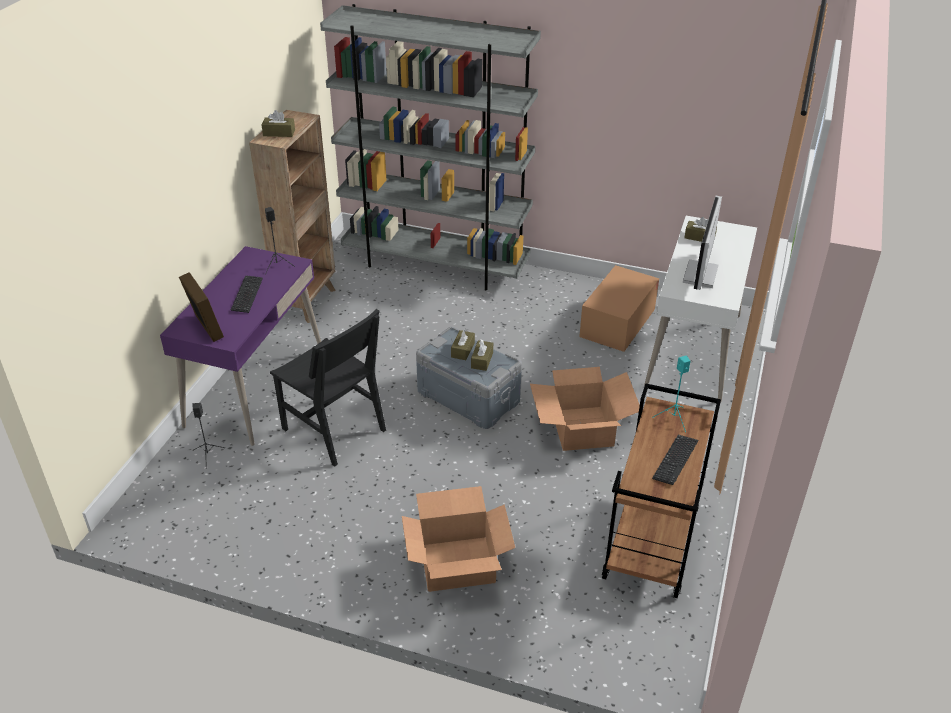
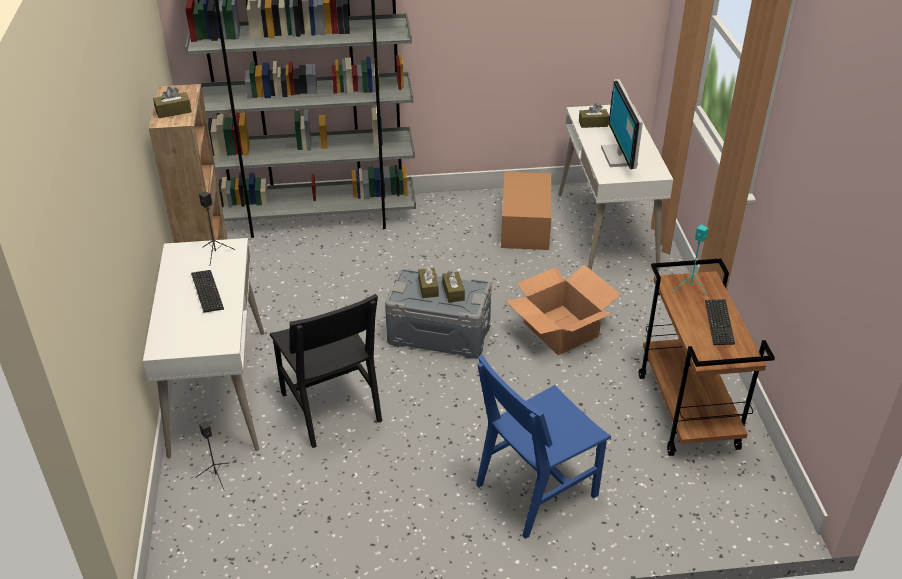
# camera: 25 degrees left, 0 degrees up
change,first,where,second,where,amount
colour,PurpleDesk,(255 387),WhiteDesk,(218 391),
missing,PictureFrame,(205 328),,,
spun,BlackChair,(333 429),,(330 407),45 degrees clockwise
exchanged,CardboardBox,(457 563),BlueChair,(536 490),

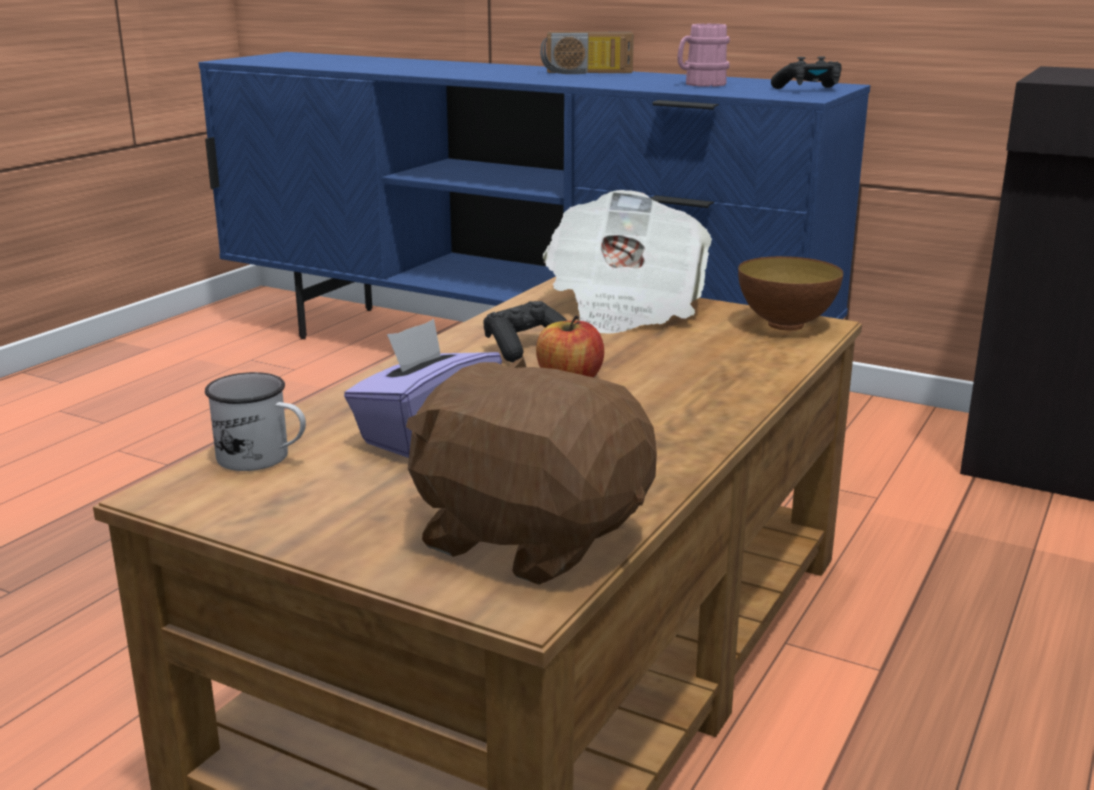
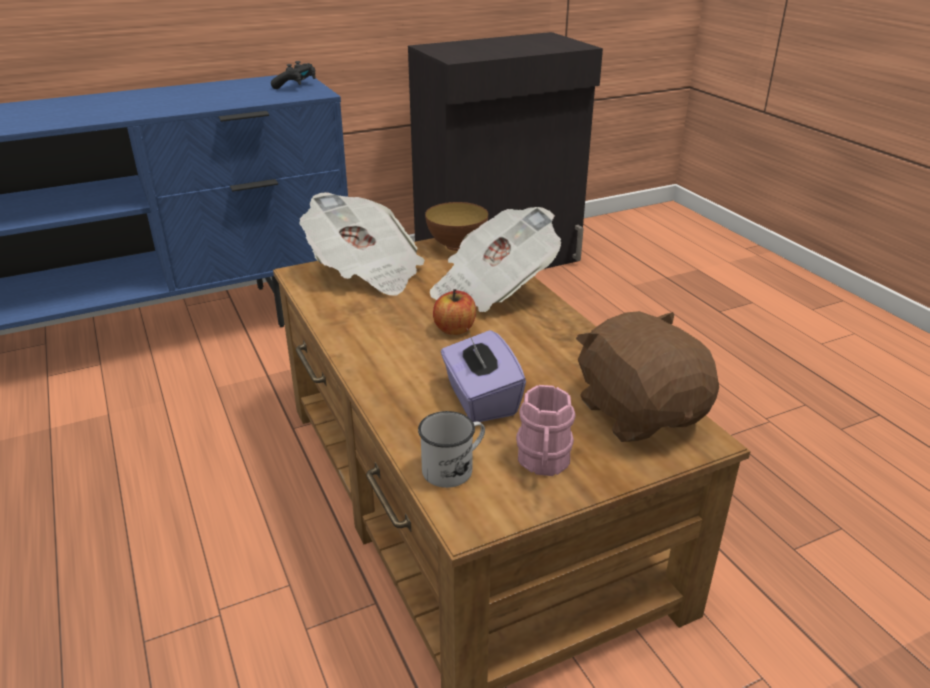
# camera: 55 degrees left, 10 degrees up
change,first,where,second,where,amount
spun,BrownPlushToy,(529 536),,(640 412),90 degrees clockwise
missing,BlackGameController,(526 347),,,
missing,Radio,(586 73),,,
relocated,PinkMug,(700 84),,(543 463),
appeared,,,Newspaper,(492 289),

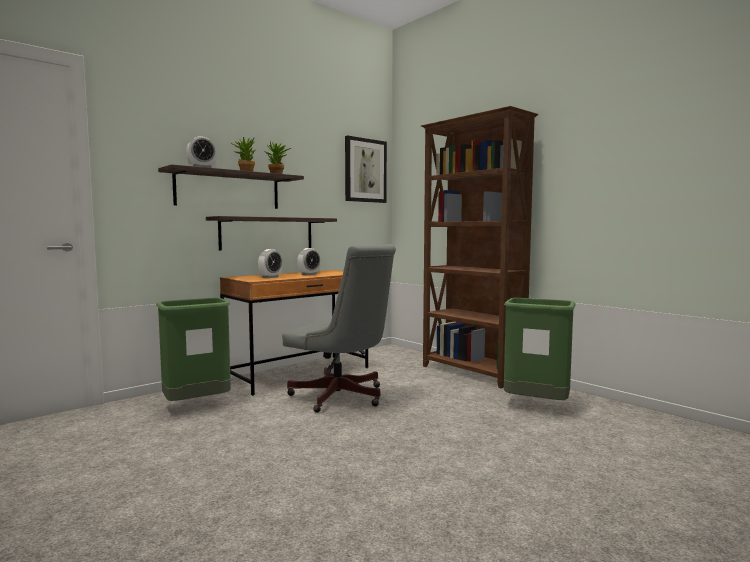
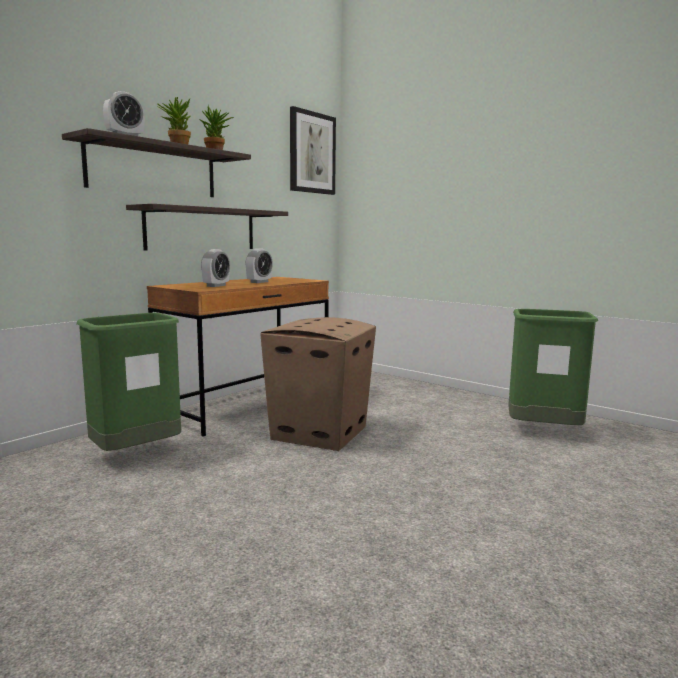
# camera: 10 degrees left, 5 degrees up
change,first,where,second,where,amount
exchanged,GreyOfficeChair,(343 398),CardboardBox,(318 433),
missing,BrownBookcase,(472 373),,,

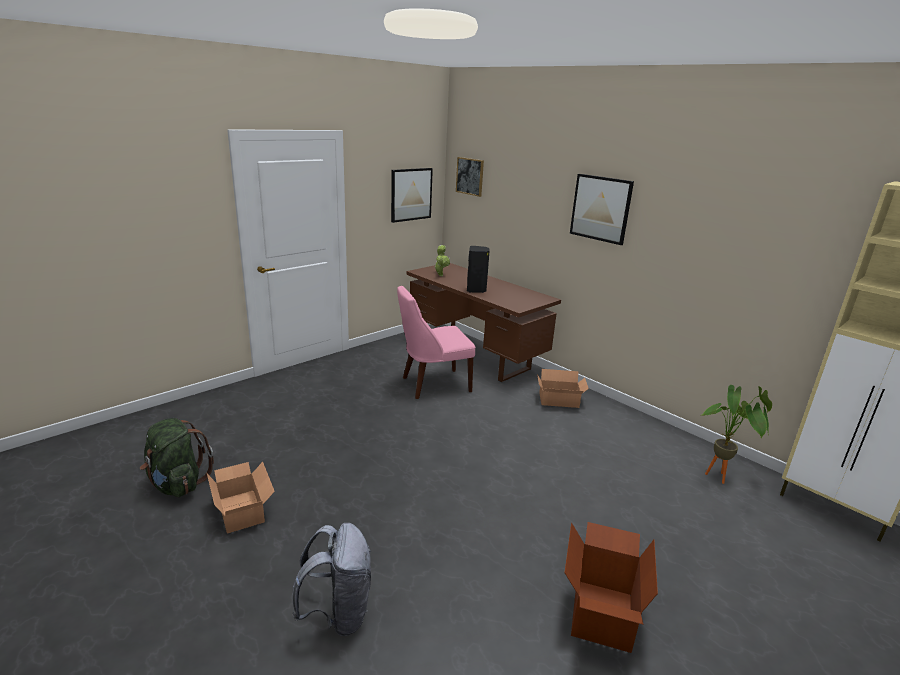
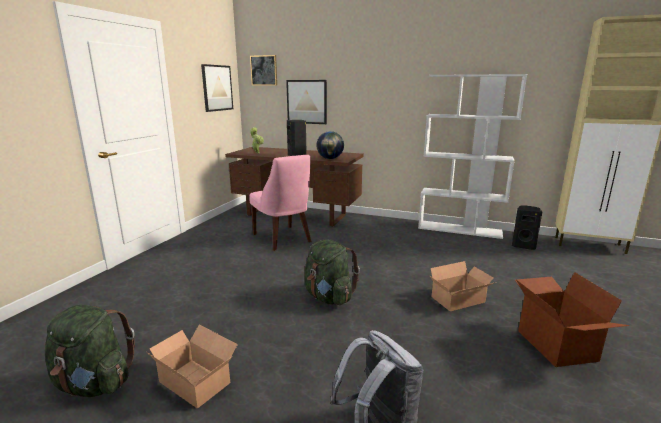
# camera: 25 degrees left, 5 degrees down
change,first,where,second,where,amount
spun,PinkChair,(433 384),,(283 239),75 degrees counterclockwise
relocated,CardboardBox,(560 401),,(460 300),
relocated,Picture,(600 208),,(307 102),
exchanged,PottedPlant,(722 479),BlackSpeaker,(523 246),
appeared,,,GreenBackpack,(329 297),
appeared,,,Globe,(330 159),
appeared,,,WhiteBookcase,(460 229),

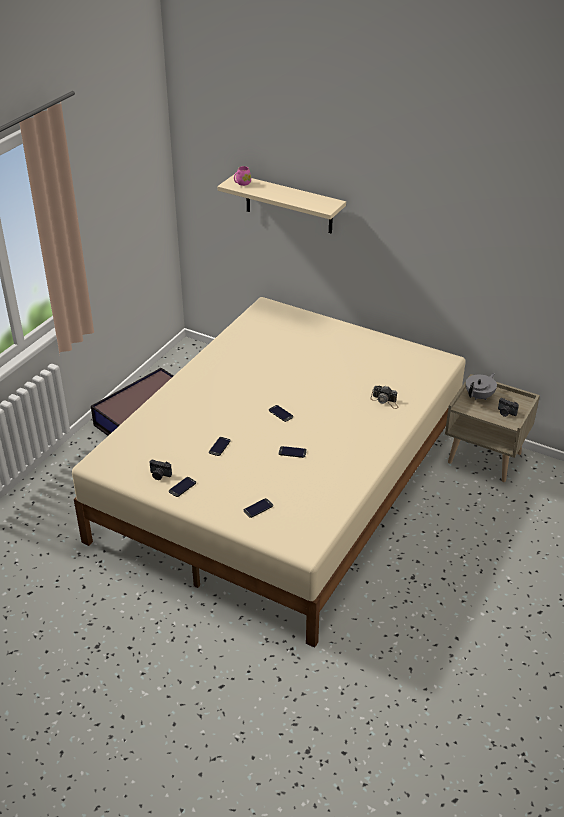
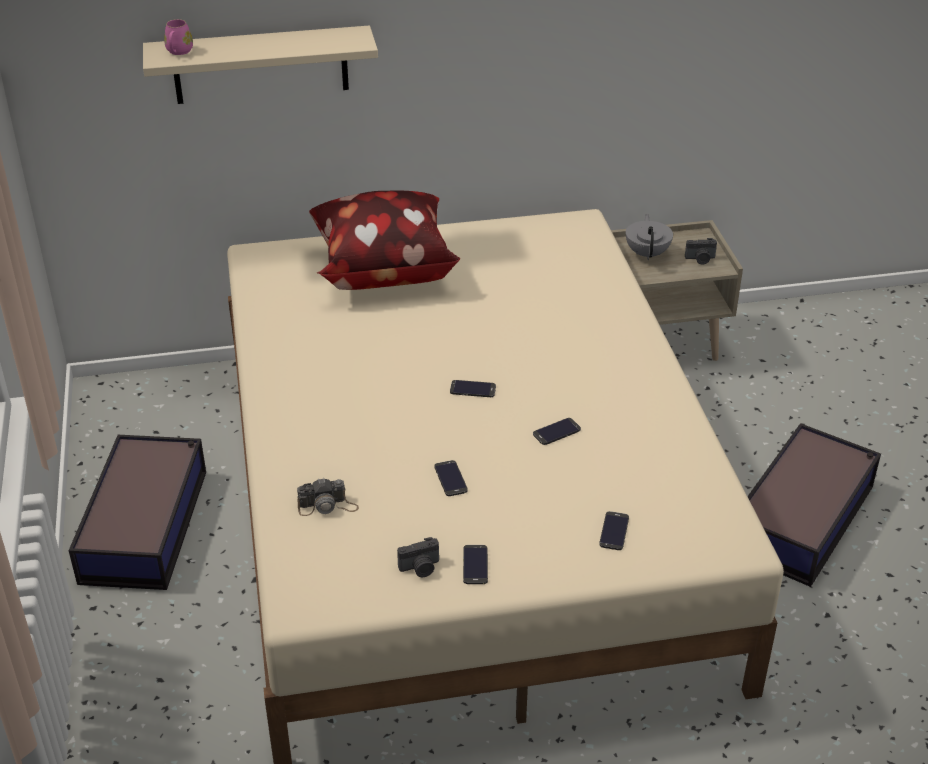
# camera: 40 degrees left, 0 degrees up
change,first,where,second,where,amount
relocated,PhotoCamera,(385 401),,(327 506),
appeared,,,Pillow,(382 269),
appeared,,,StorageBox,(803 517),

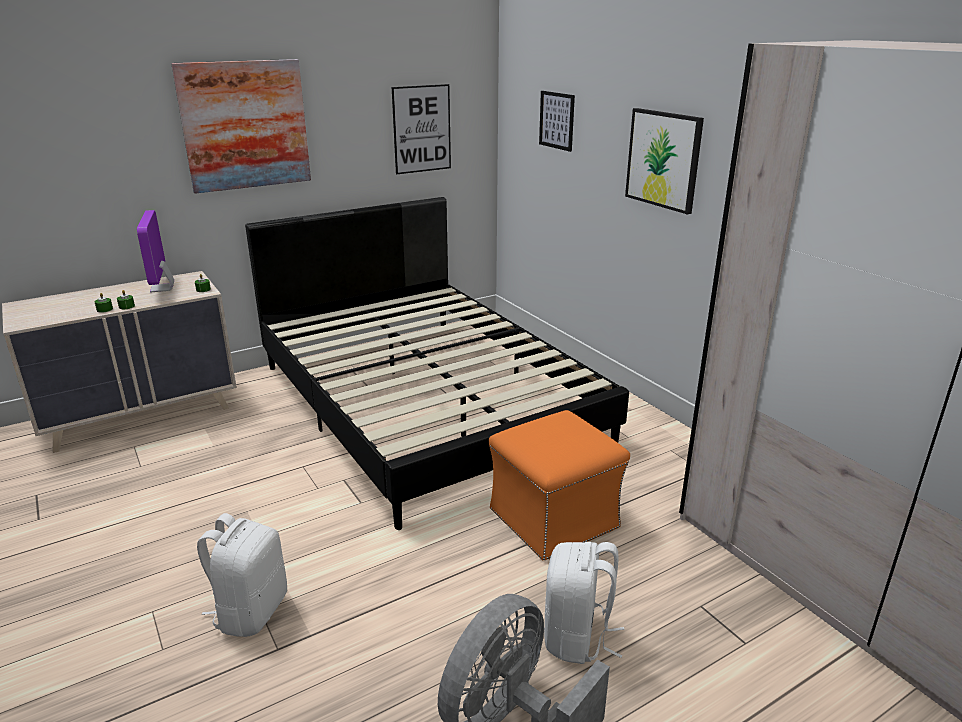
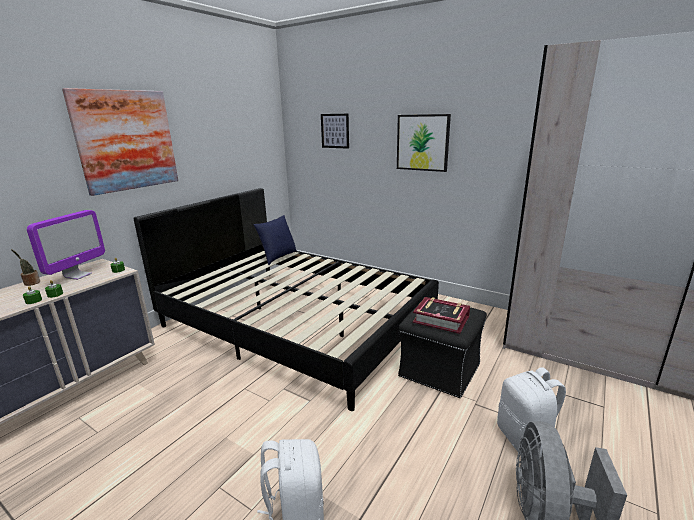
# camera: 25 degrees left, 5 degrees down
change,first,where,second,where,amount
spun,Monitor,(162 288),,(78 275),120 degrees counterclockwise
missing,Picture,(422 129),,,
colour,OrangeOttoman,(555 518),BlackOttoman,(440 369),
appeared,,,PottedPlant,(31 283),
appeared,,,BluePillow,(278 257),
appeared,,,Book,(441 319),

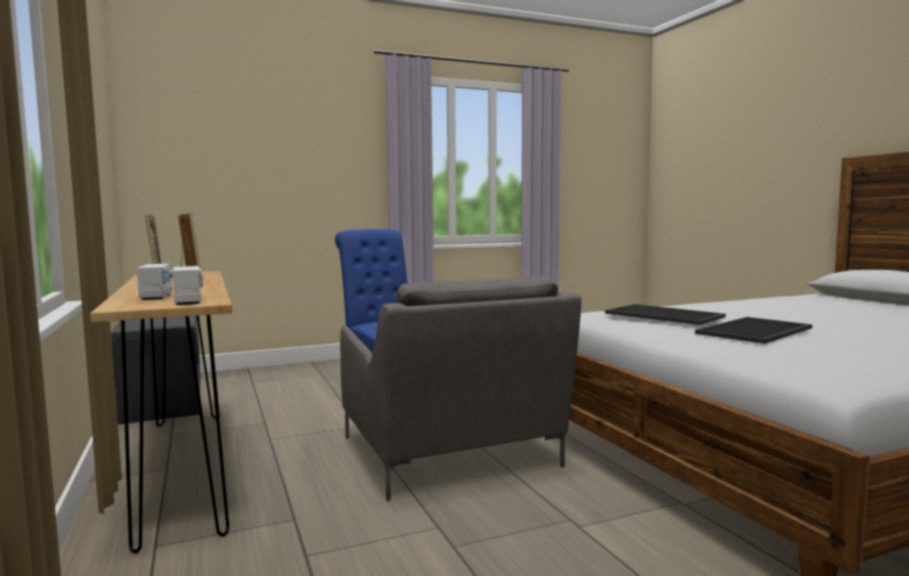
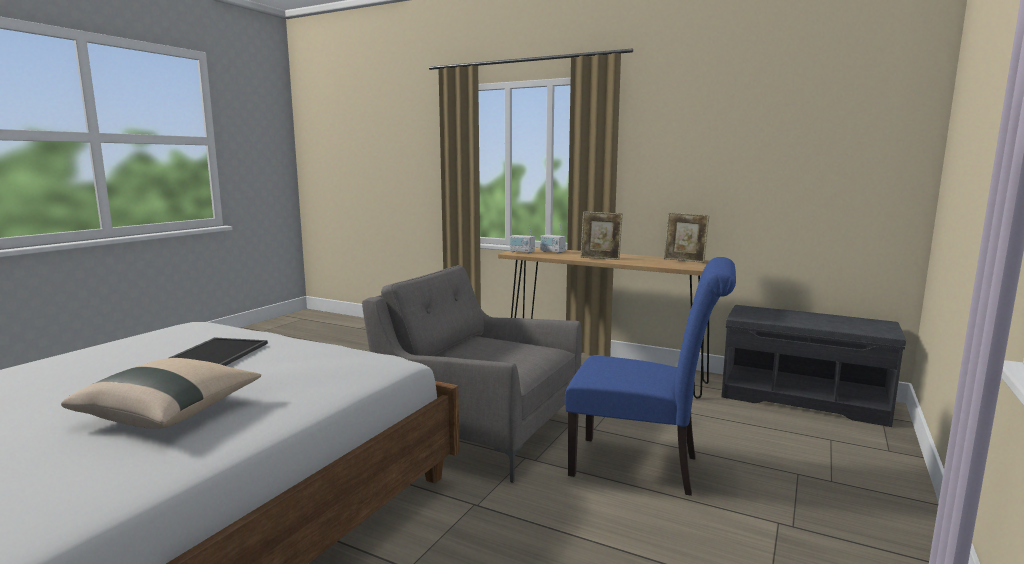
# camera: 140 degrees right, 5 degrees up
change,first,where,second,where,amount
missing,Tray,(665 315),,,
appeared,,,BeigePillow,(171 413),

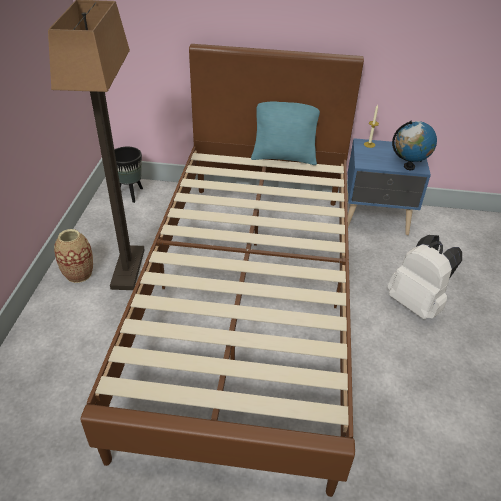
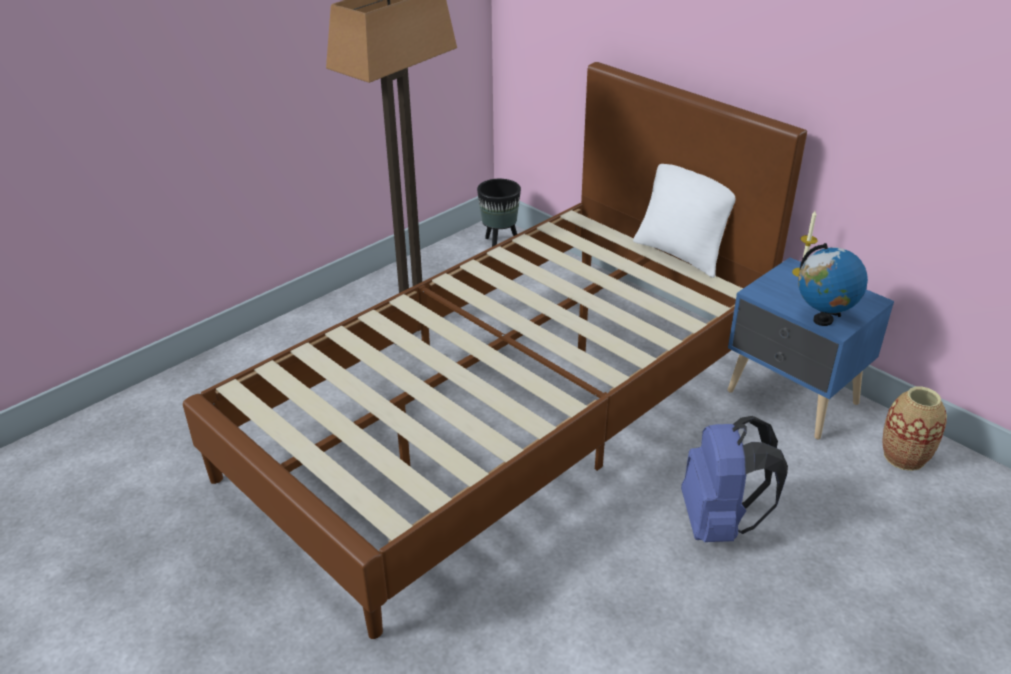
# camera: 40 degrees right, 5 degrees down
change,first,where,second,where,amount
relocated,Vase,(78 274),,(904 457),
colour,TurquoisePillow,(284 158),WhitePillow,(680 254),
colour,WhiteBackpack,(416 303),BlueBackpack,(719 522),

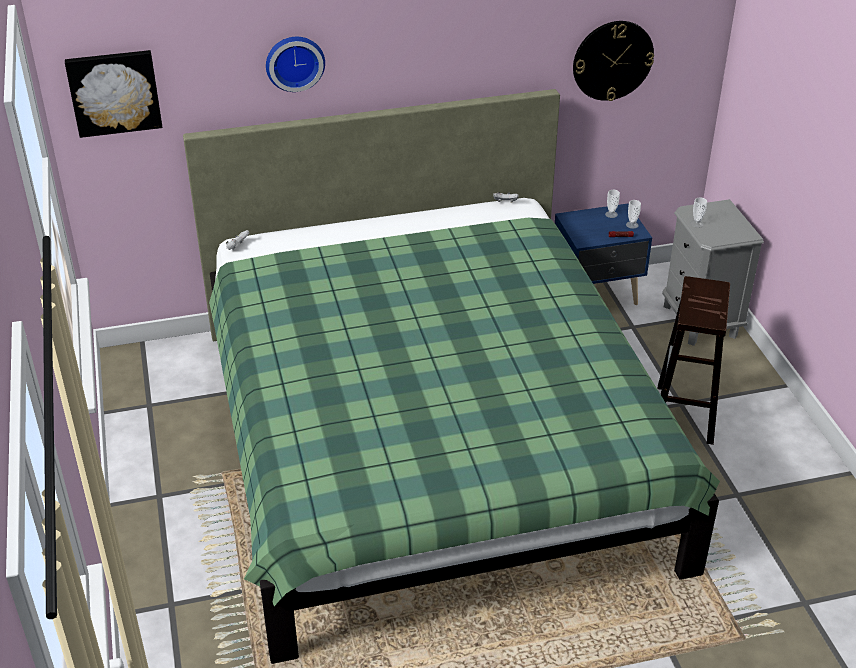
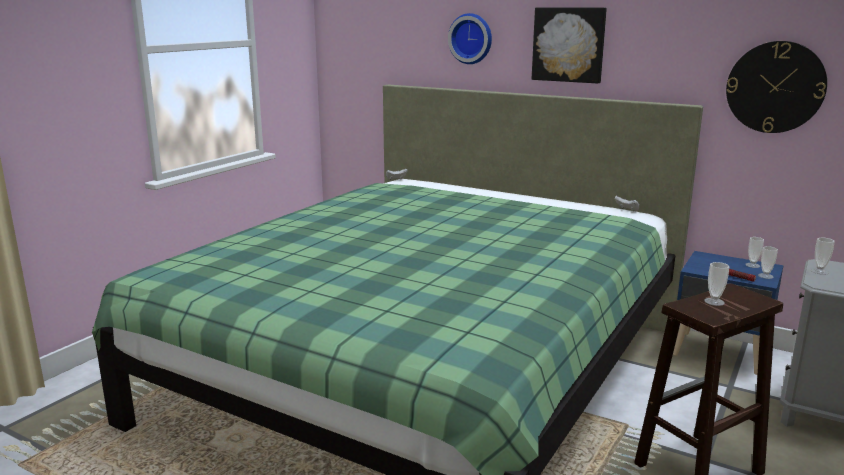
# camera: 45 degrees right, 20 degrees down
change,first,where,second,where,amount
relocated,Picture,(114 92),,(569 44),
appeared,,,Cup,(714 302),

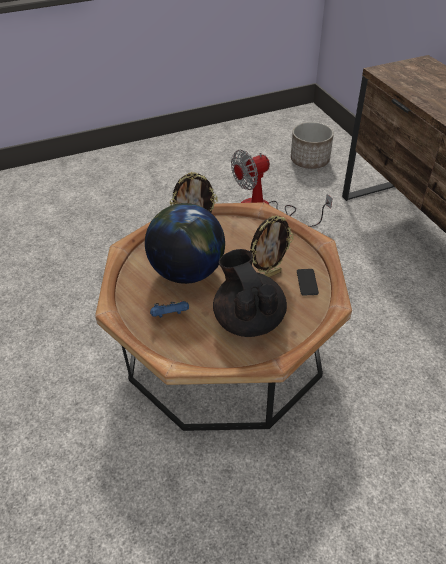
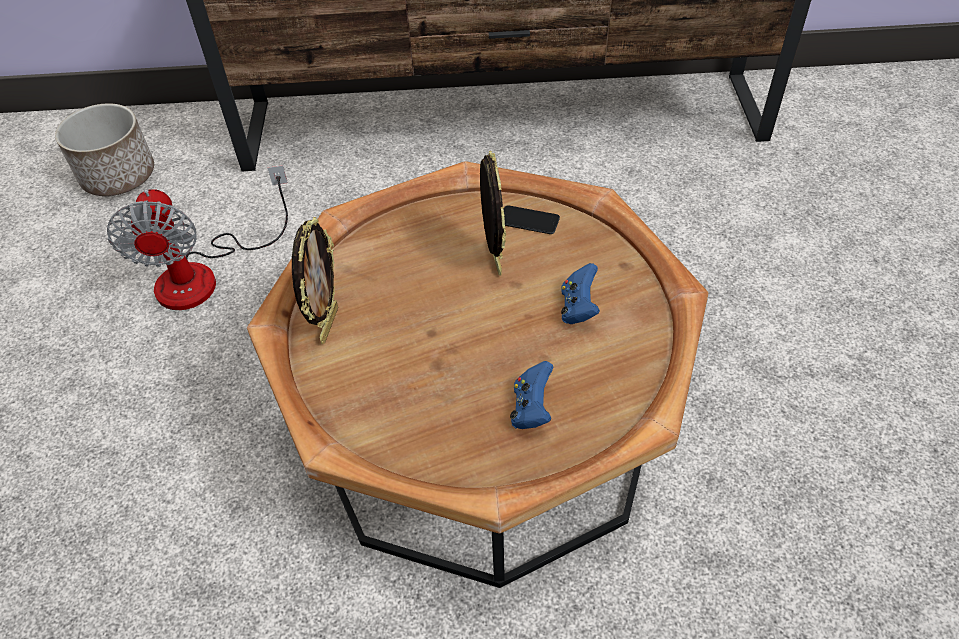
# camera: 70 degrees left, 5 degrees up
change,first,where,second,where,amount
missing,Globe,(187 271),,,
exchanged,BlackTeapot,(248 319),BlueGameController,(578 308),

